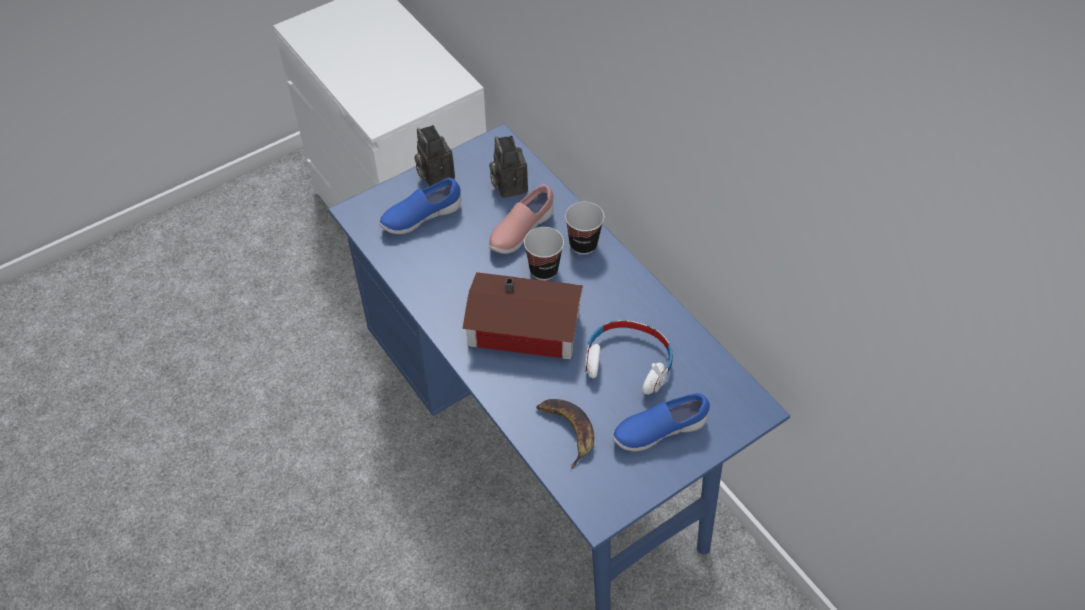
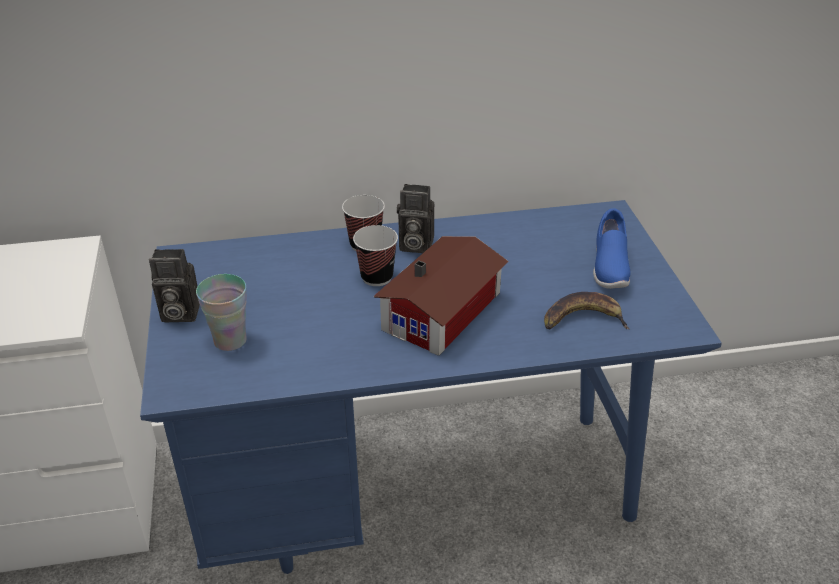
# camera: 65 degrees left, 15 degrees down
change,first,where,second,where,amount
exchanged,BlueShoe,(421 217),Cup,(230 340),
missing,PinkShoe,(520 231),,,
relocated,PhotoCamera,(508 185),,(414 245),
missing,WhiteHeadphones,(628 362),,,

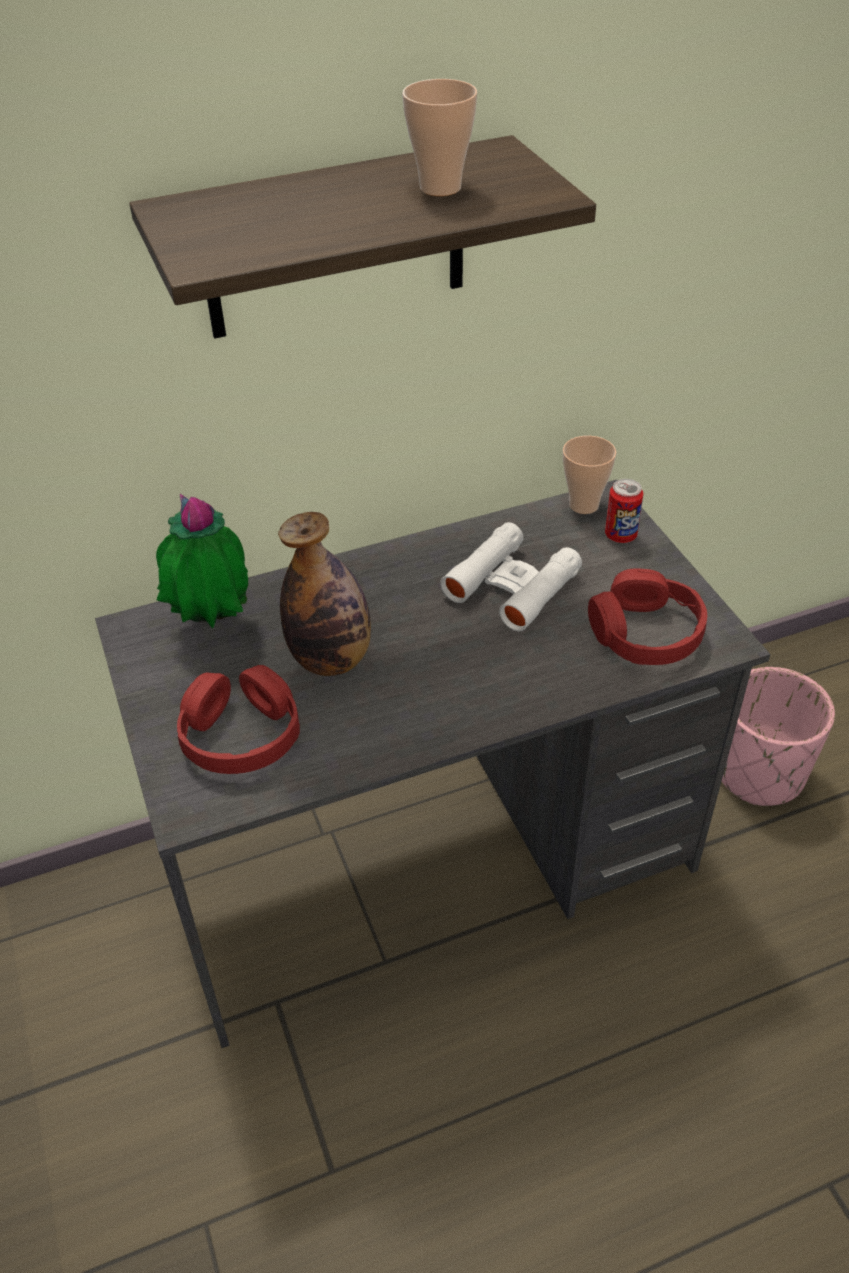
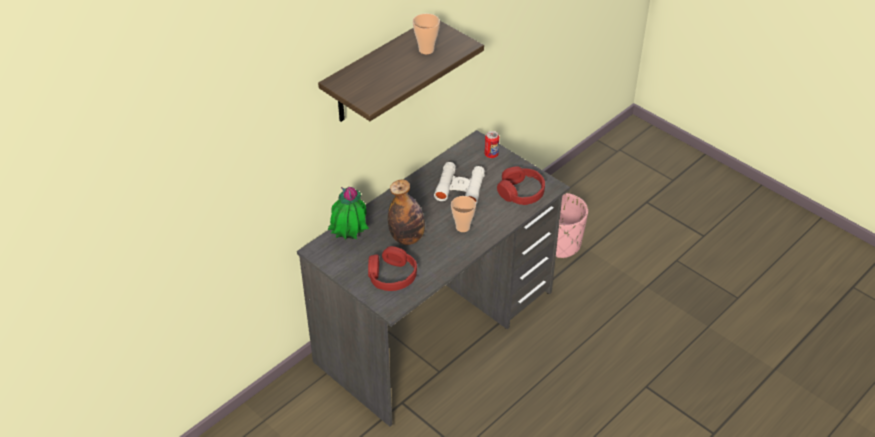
# camera: 25 degrees left, 0 degrees up
change,first,where,second,where,amount
relocated,Cup,(584 505),,(462 227),

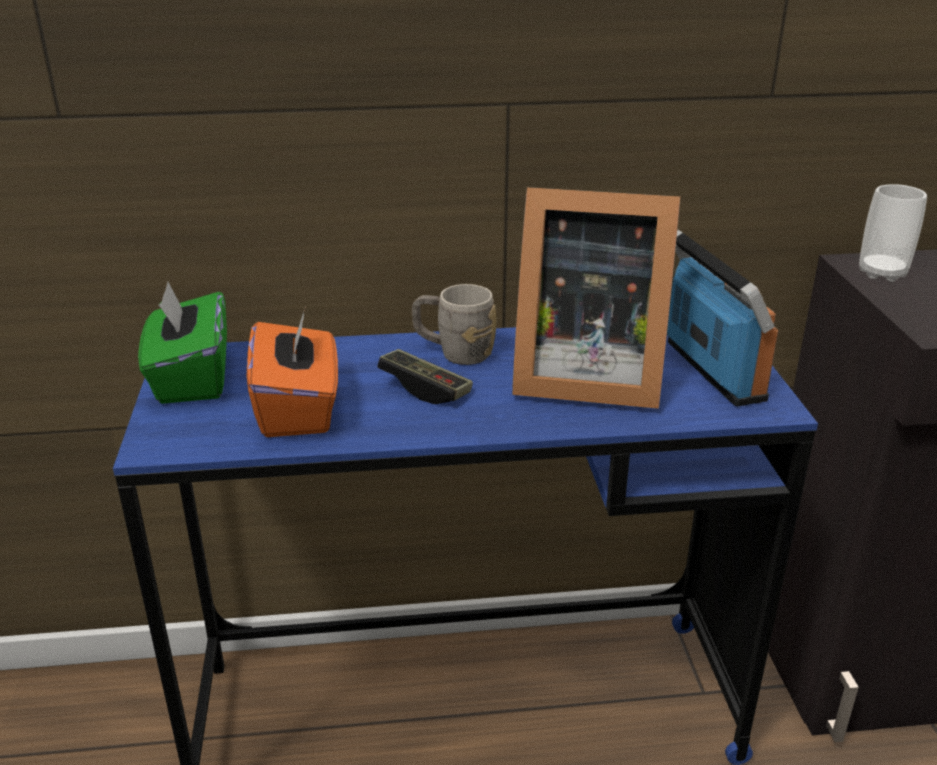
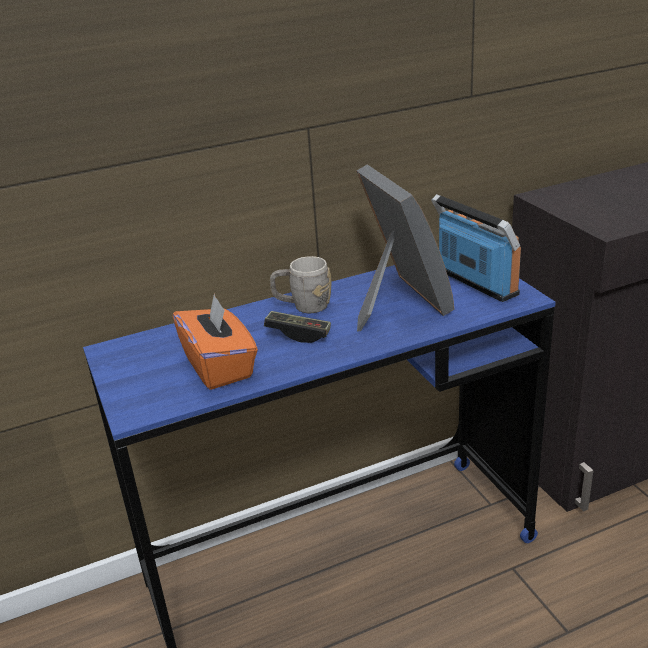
# camera: 15 degrees left, 0 degrees up
change,first,where,second,where,amount
missing,GreenTissueBox,(191 378),,,
spun,PictureFrame,(583 376),,(397 303),105 degrees counterclockwise
missing,Cup,(882 273),,,

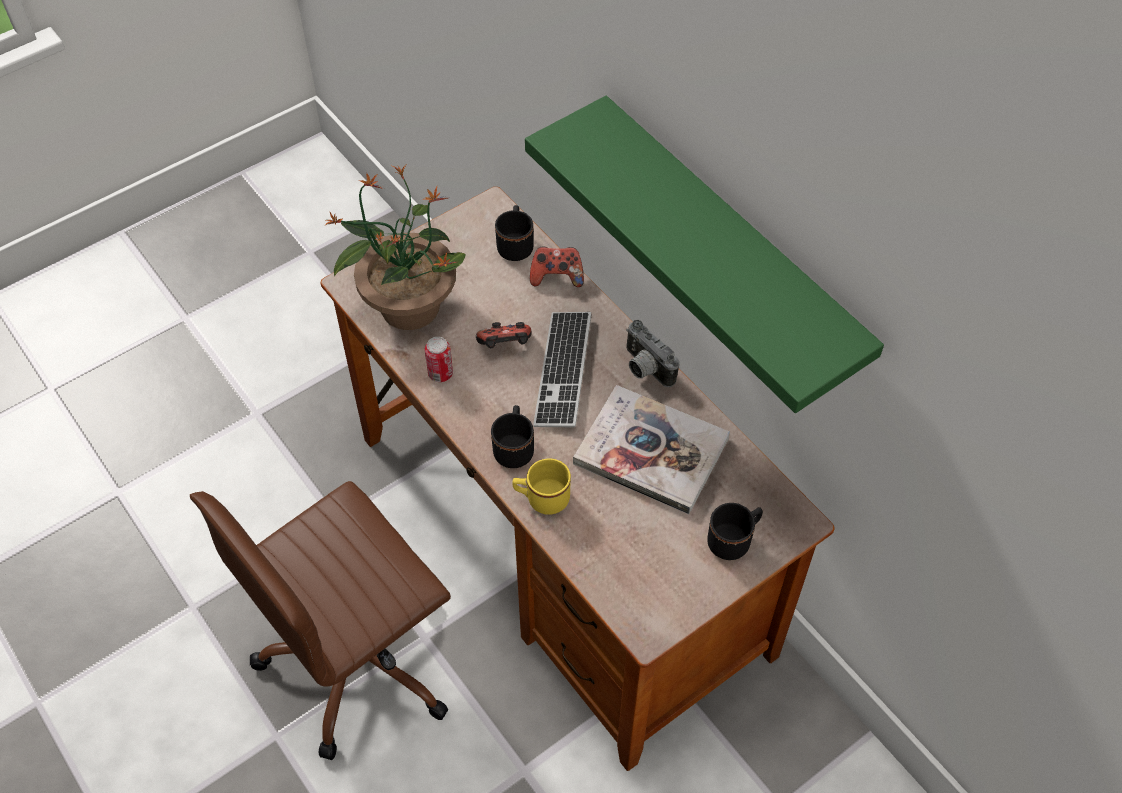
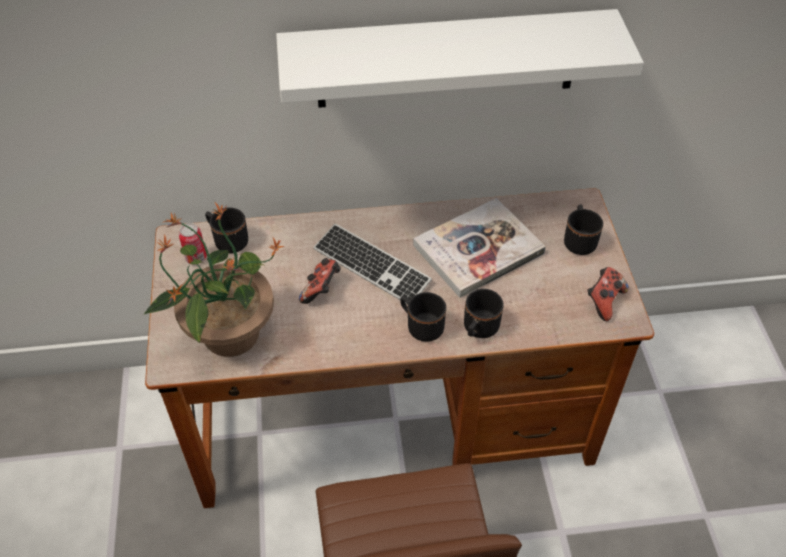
# camera: 60 degrees left, 5 degrees down
change,first,where,second,where,amount
relocated,Can,(440 373),,(196 258),
colour,YellowMug,(541 498),BlackMug,(478 330),
colour,GreenShelf,(729 248),WhiteShelf,(447 59),
relocated,GameController,(556 277),,(604 301),
missing,PhotoCamera,(644 368),,,

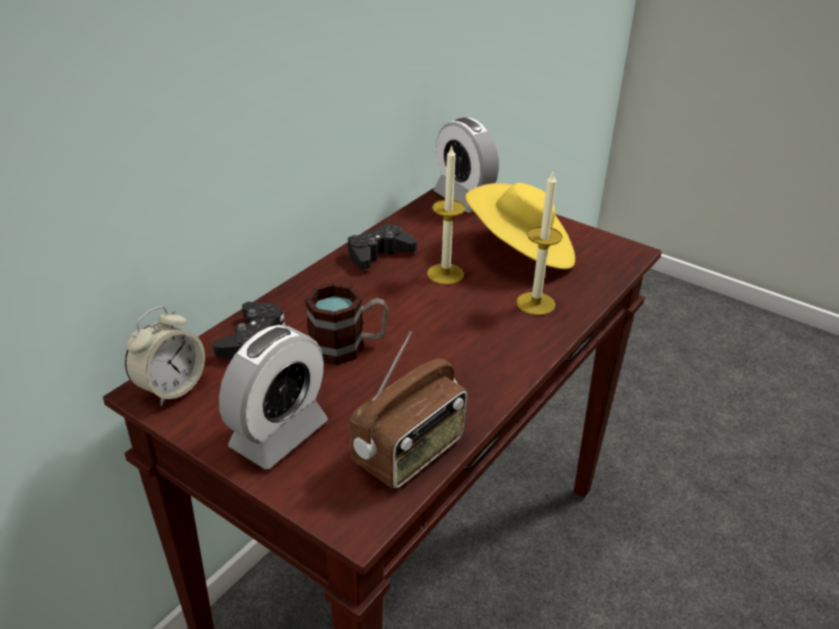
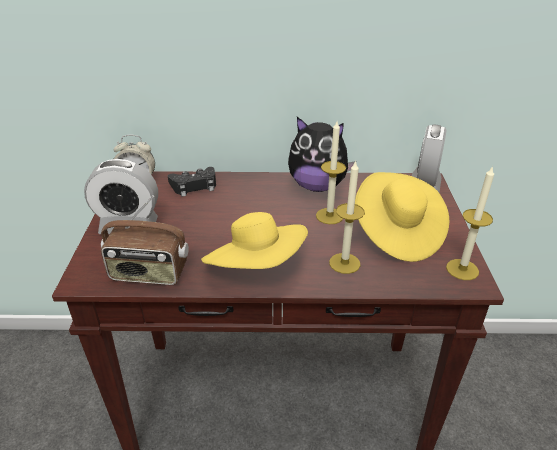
# camera: 55 degrees right, 0 degrees up
change,first,where,second,where,amount
missing,Mug,(348 347),,,
exchanged,BlackGameController,(379 254),PlushToy,(317 186),
appeared,,,YellowHat,(257 267),
appeared,,,Candle,(462 269),

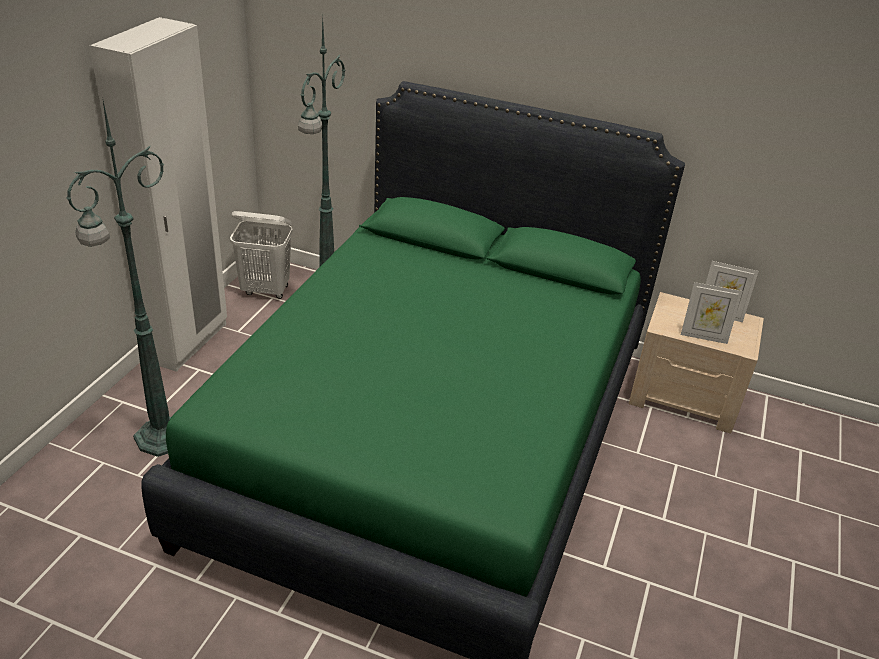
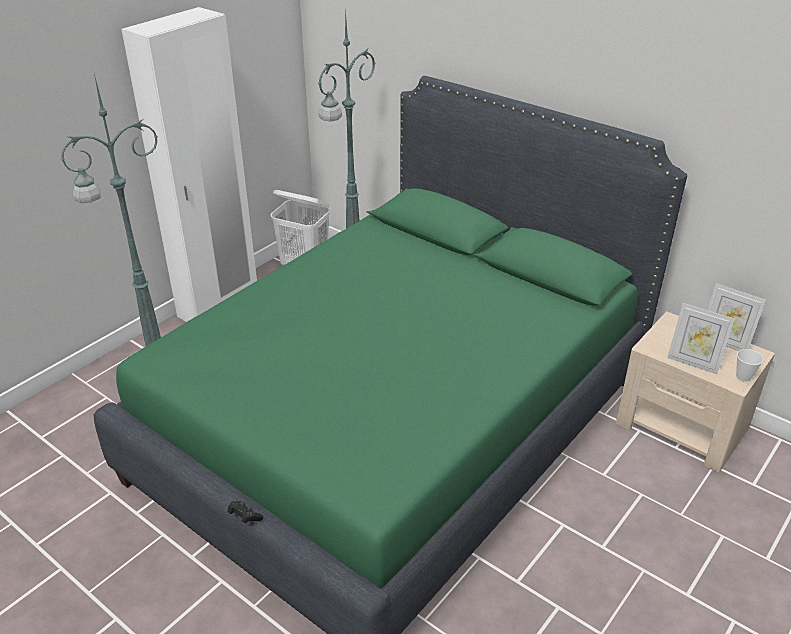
# camera: 20 degrees right, 0 degrees up
change,first,where,second,where,amount
appeared,,,BlackGameController,(244 517),
appeared,,,Cup,(743 376),

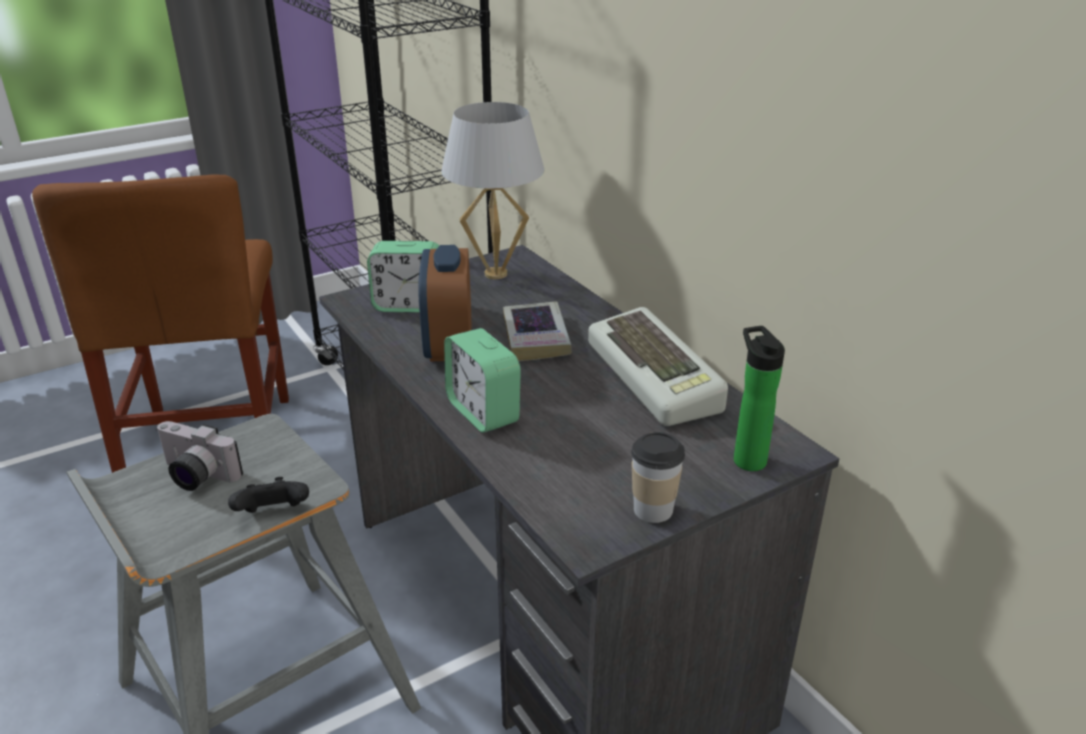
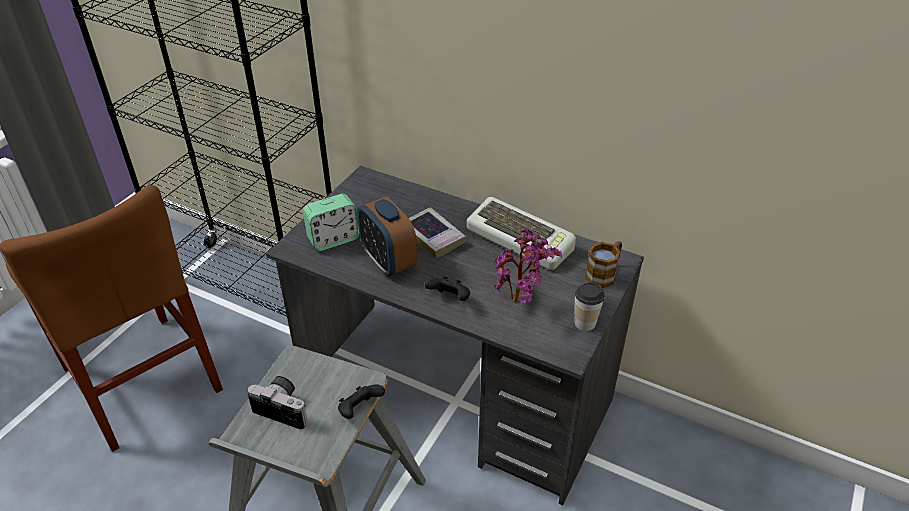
# camera: 30 degrees left, 10 degrees up
change,first,where,second,where,amount
spun,PhotoCamera,(194 476),,(284 408),150 degrees counterclockwise
missing,WhiteTableLamp,(495 274),,,
exchanged,AlarmClock,(483 412),BlackGameController,(450 299),
exchanged,Bottle,(747 458),Mug,(604 274),
appeared,,,PottedPlant,(521 301),

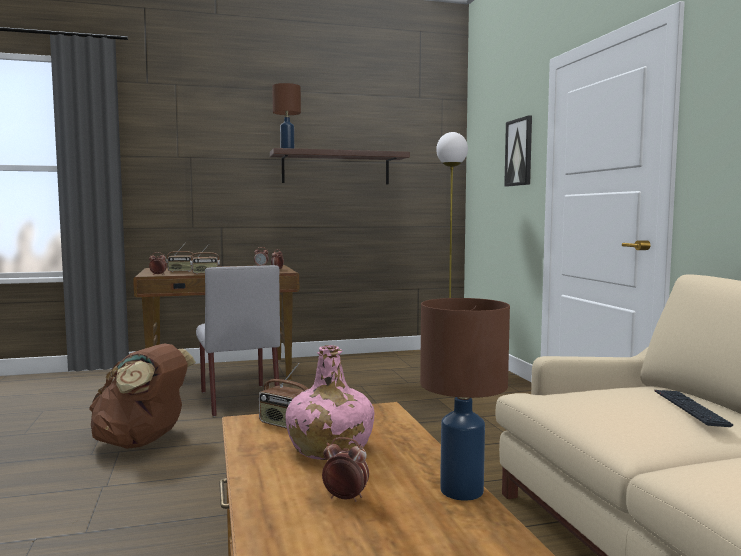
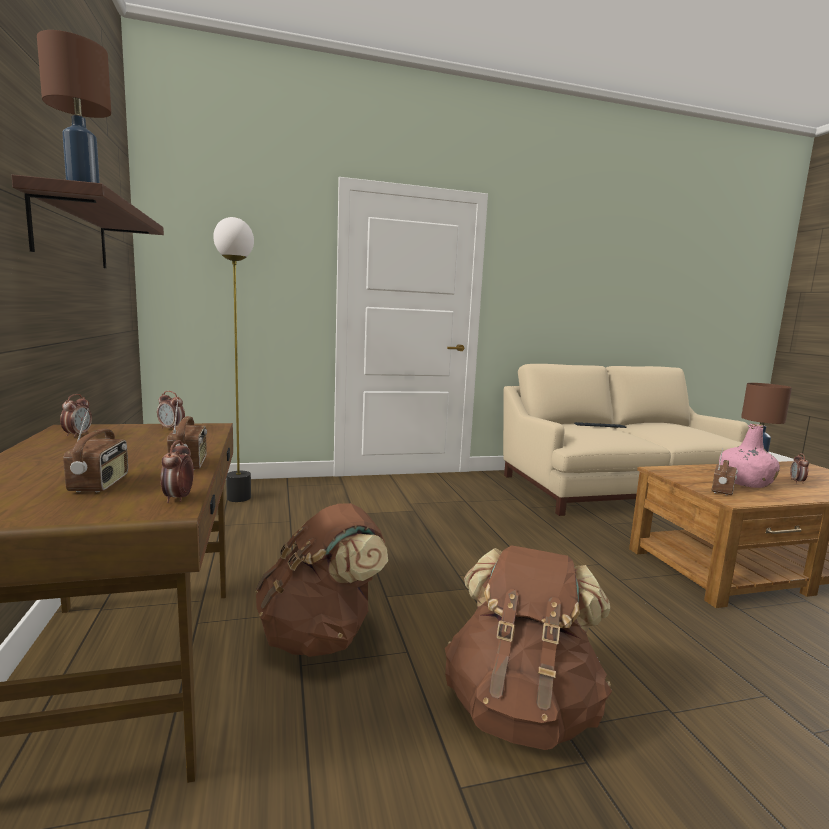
# camera: 90 degrees left, 5 degrees up
change,first,where,second,where,amount
exchanged,GreyChair,(238 399),BrownBackpack,(321 636),
missing,Picture,(519 152),,,

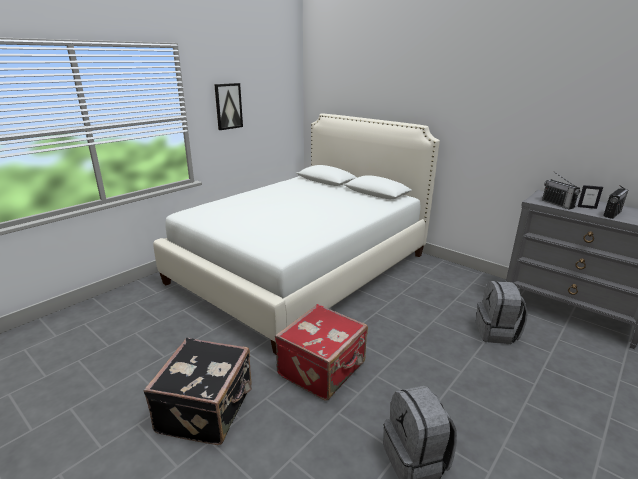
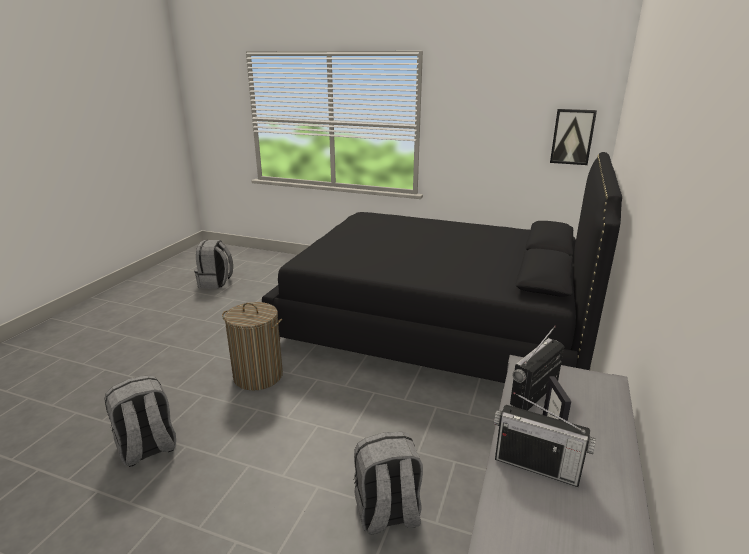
# camera: 70 degrees right, 0 degrees up
change,first,where,second,where,amount
missing,BlackSuitcase,(207 409),,,
colour,WhiteBed,(302 268),BlackBed,(436 326),
relocated,Picture,(228 106),,(572 137),
exchanged,RedSuitcase,(323 369),LaundryBasket,(258 376),
appeared,,,GreyBackpack,(216 282),

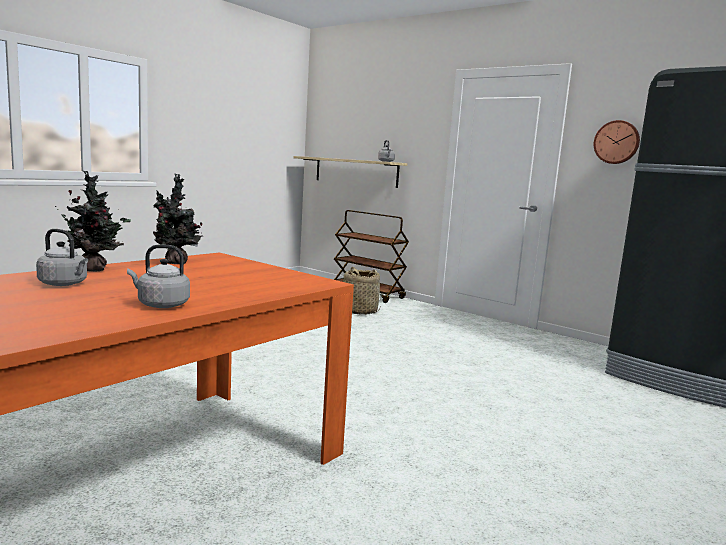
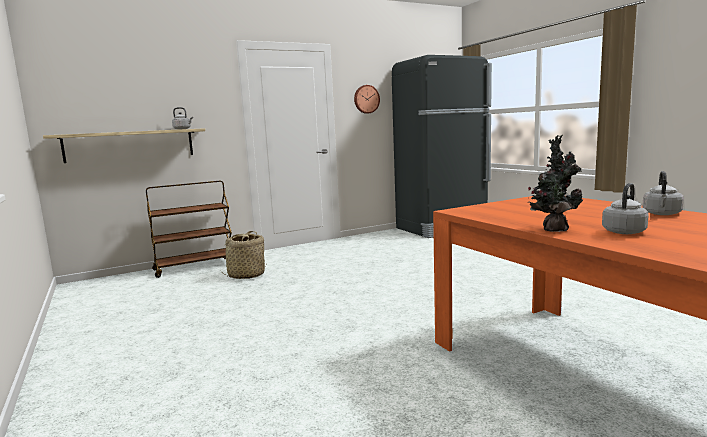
# camera: 65 degrees left, 0 degrees up
change,first,where,second,where,amount
missing,PottedPlant,(176 263),,,

